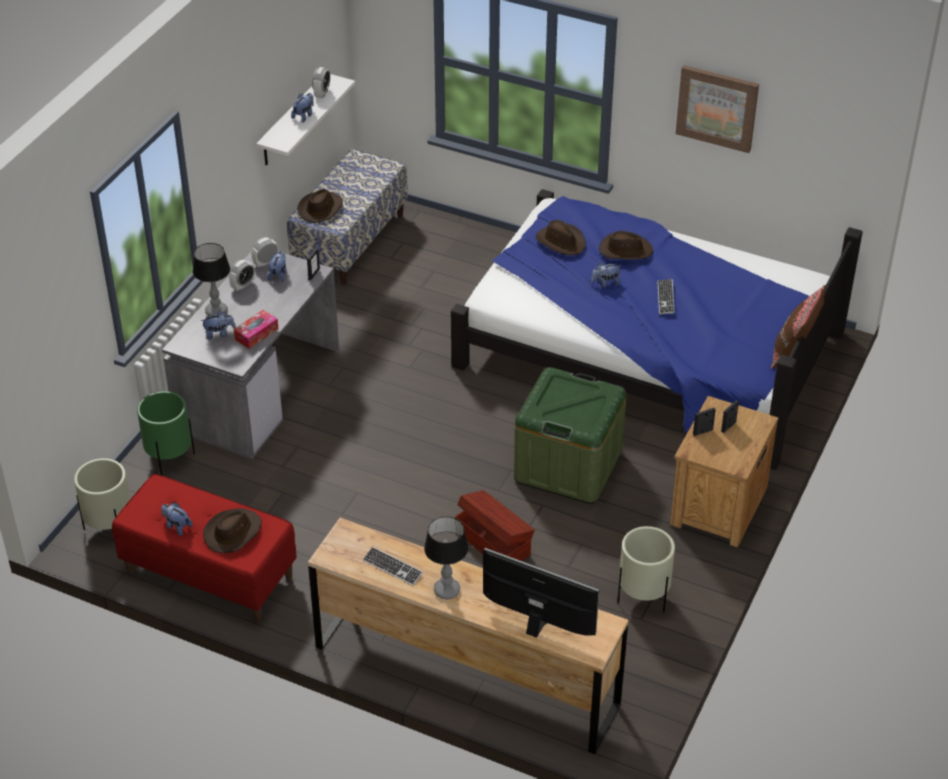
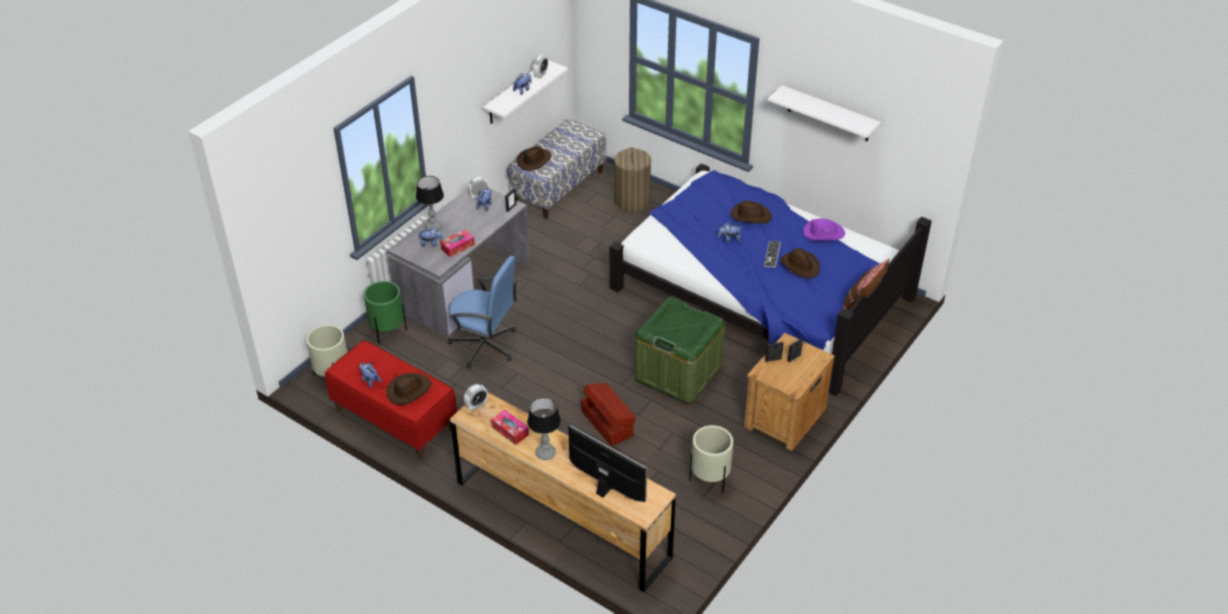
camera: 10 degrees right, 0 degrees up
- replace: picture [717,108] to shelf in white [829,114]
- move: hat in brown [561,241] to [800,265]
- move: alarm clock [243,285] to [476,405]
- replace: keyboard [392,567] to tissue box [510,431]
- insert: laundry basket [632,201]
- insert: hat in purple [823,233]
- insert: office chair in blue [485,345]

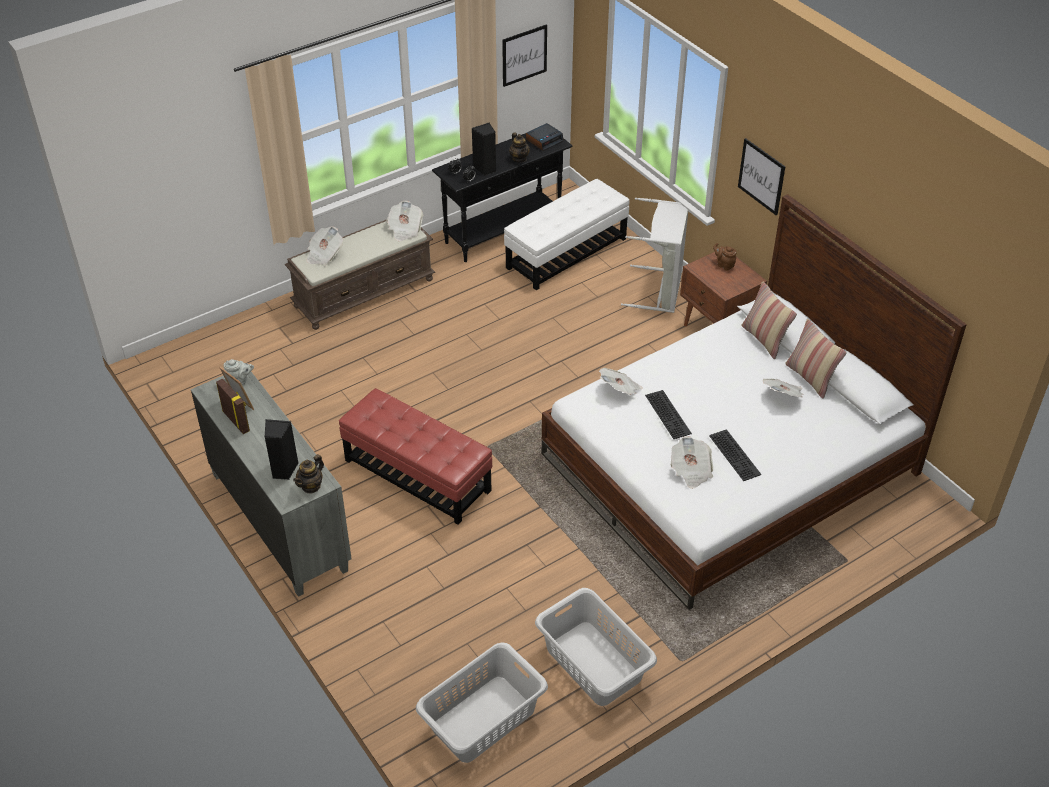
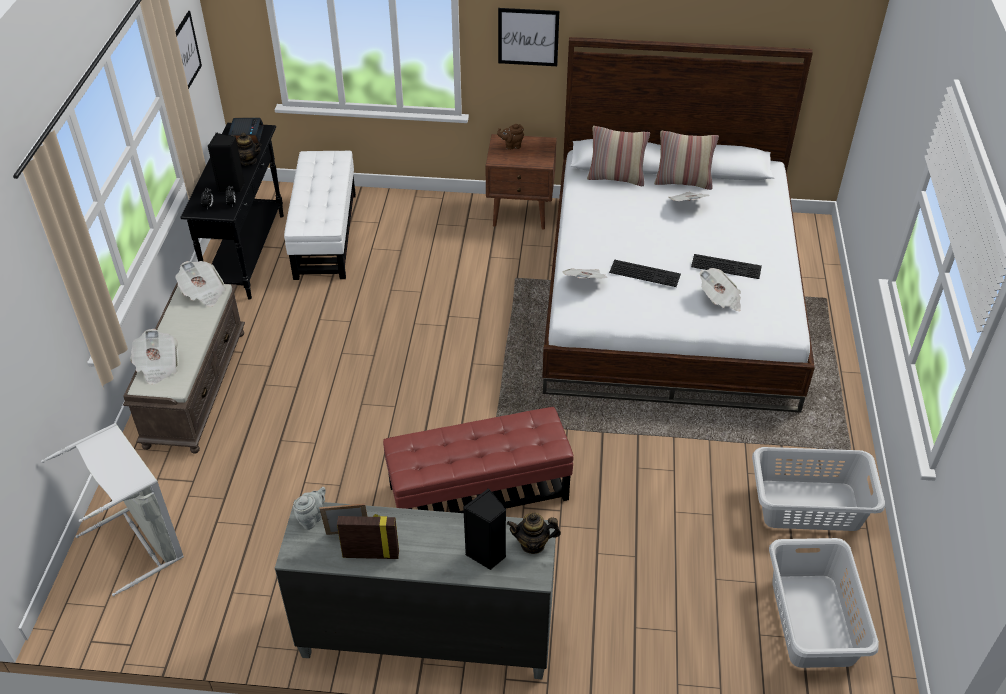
camera: 50 degrees left, 0 degrees up
- move: laundry basket in grey [660,290] to [141,541]
- rotate: teapot [311,486] = [533,544] 105 degrees clockwise

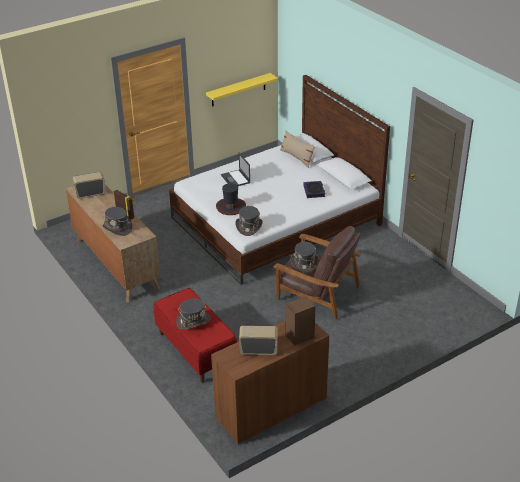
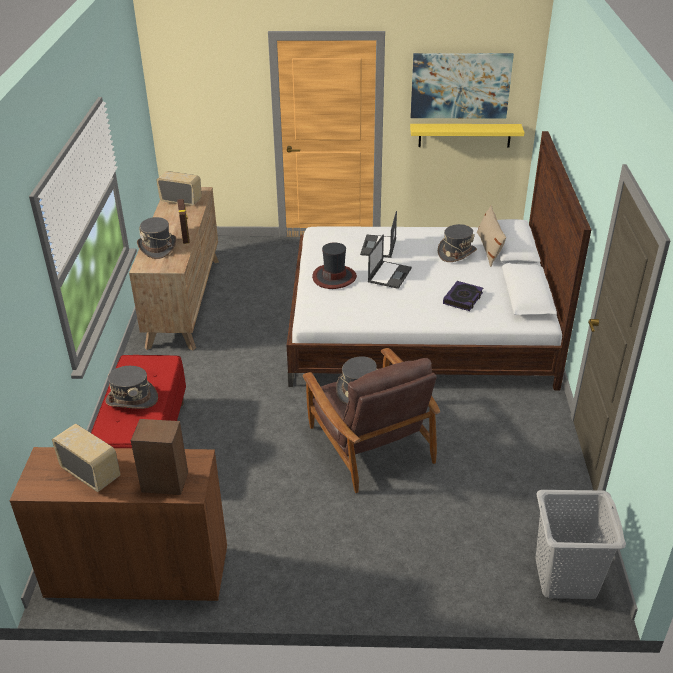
camera: 35 degrees right, 0 degrees up
- move: hat in grey [249,227] to [456,253]
- insert: picture [460,85]
- insert: laptop [389,274]
- insert: laundry basket in grey [566,577]

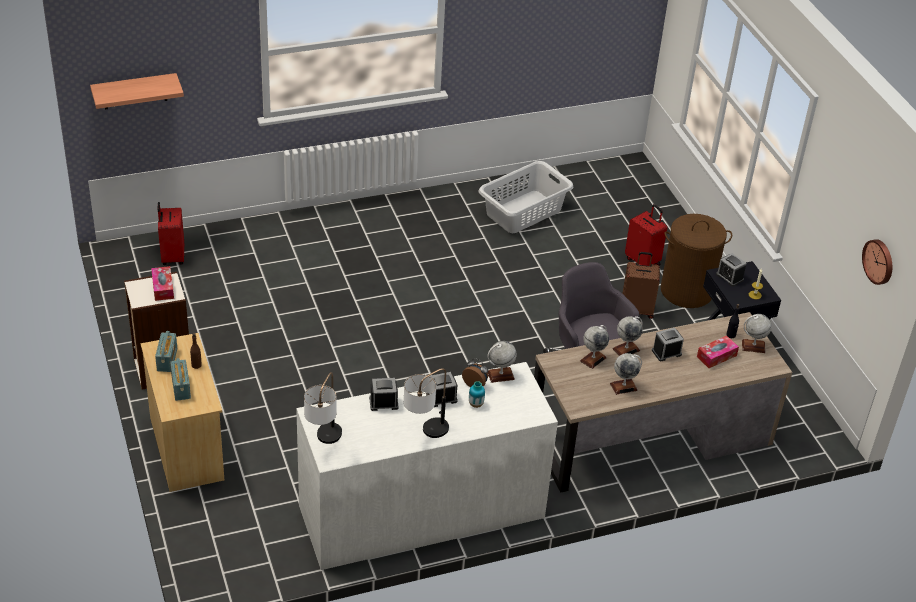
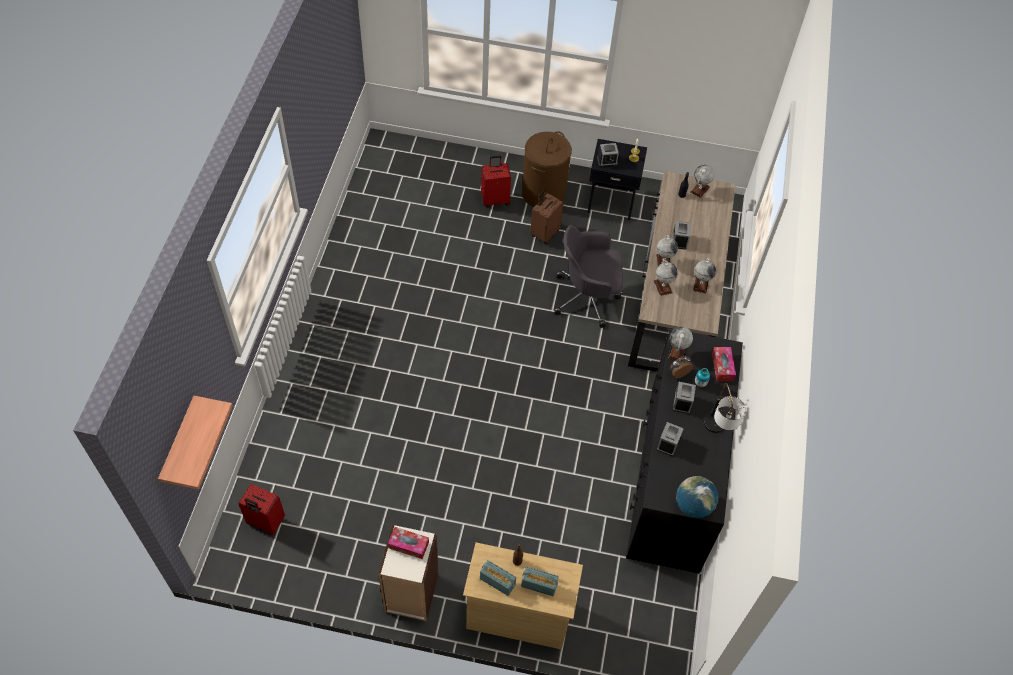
camera: 60 degrees left, 15 degrees up
- delete: laundry basket in grey [524,212]
- delete: wall clock [879,261]
- move: tissue box [716,356] to [722,366]
- recolor: dresser in white [421,511] to dresser in black [674,477]
- replace: table lamp [324,443] to globe [693,505]

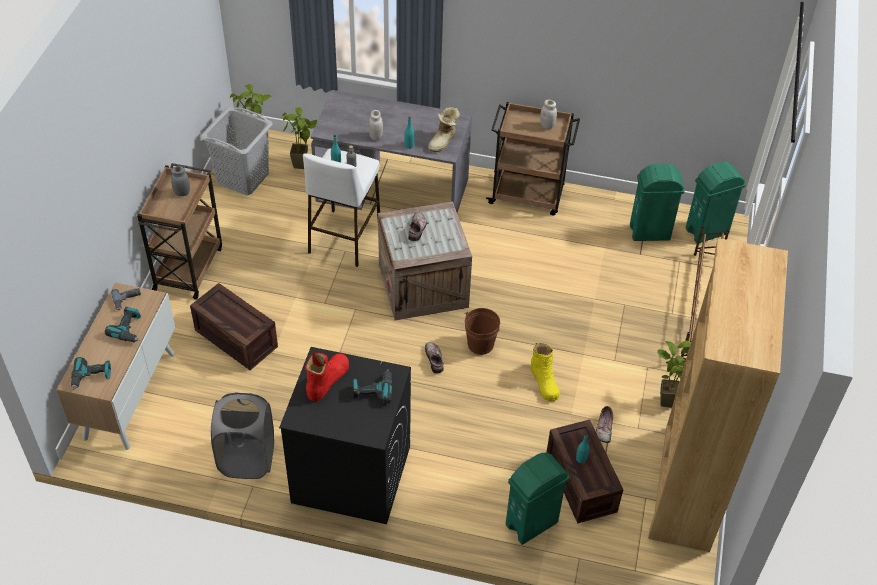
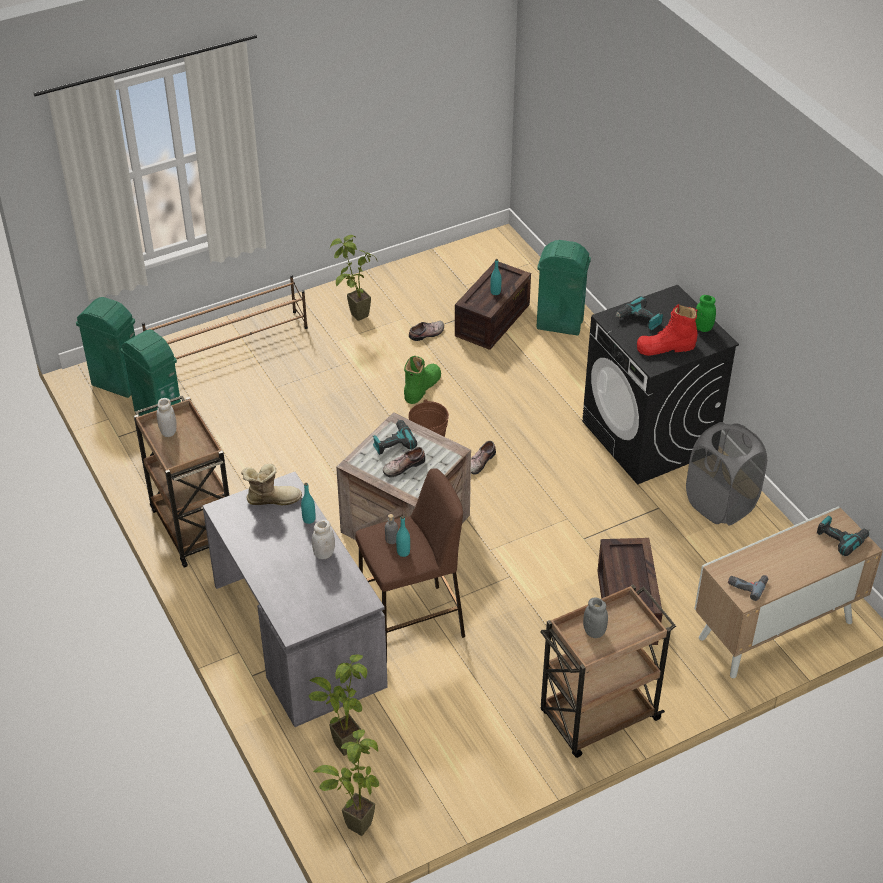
camera: 130 degrees left, 5 degrees down
- delete: laundry basket in grey [242,178]
- recolor: stool in white [344,238] to stool in brown [412,623]
- delete: bookcase in brown [685,487]
- move: power drill [129,329] to [392,442]
- recolor: boot in yellow [544,382] to boot in green [422,387]
- insert: jar in green [703,328]

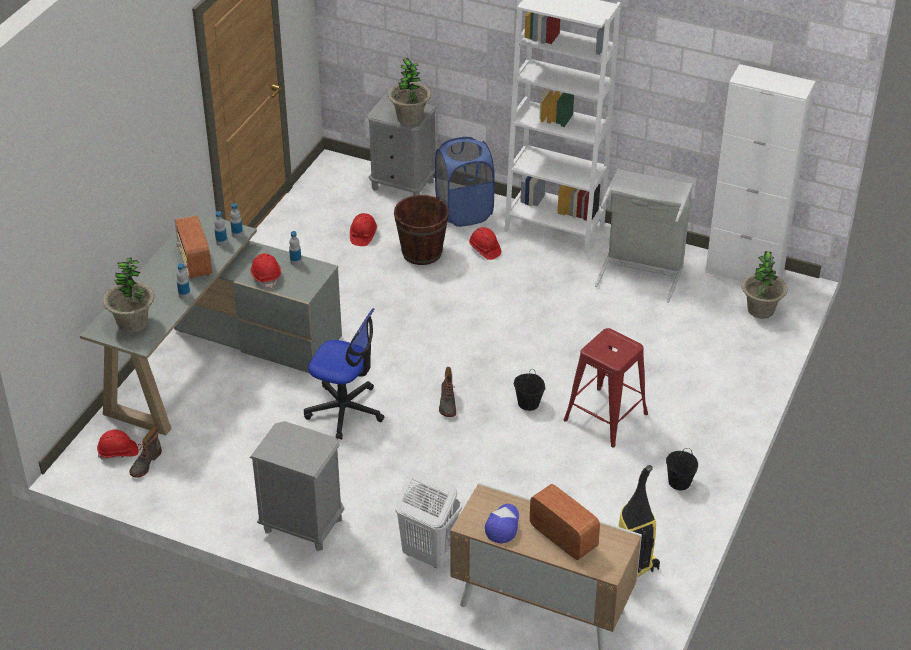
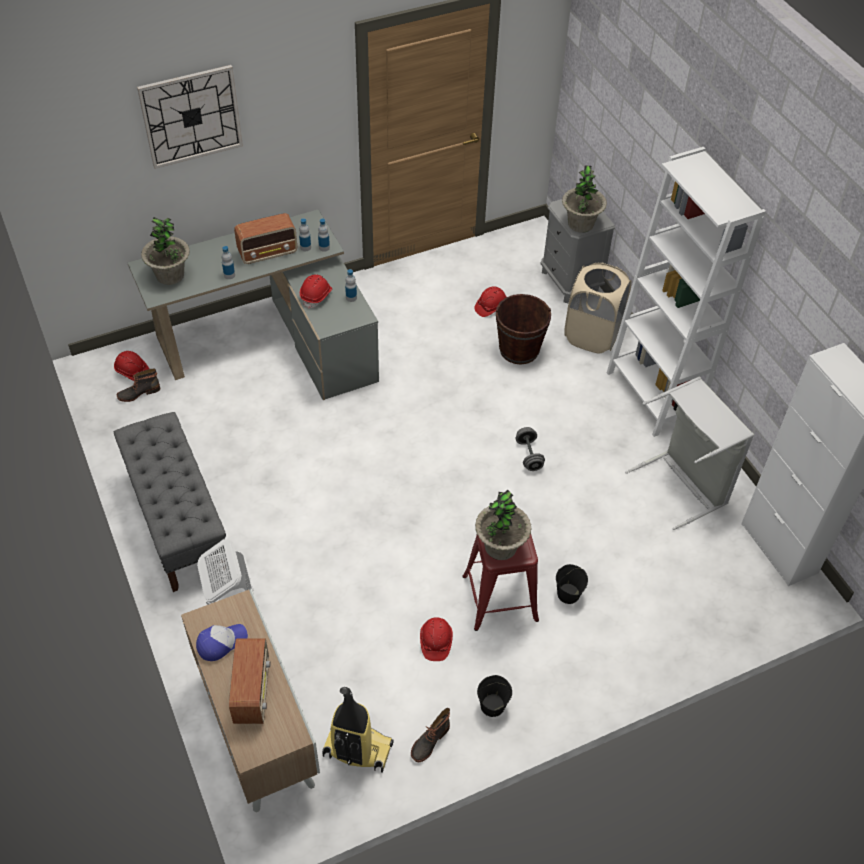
camera: 40 degrees right, 10 degrees up
- recolor: laundry basket in blue [464,212] to laundry basket in beige [592,335]
- rotate: radio [195,262] = [268,252] 135 degrees counterclockwise
- move: hard hat in red [484,249] to [435,642]
- move: potted plant [760,310] to [500,546]
- delete: office chair [345,410]
- move: boot [447,404] to [429,741]
- move: bucket in black [529,403] to [568,594]
- replace: nightstand in grey [302,525] to bench in grey [177,520]
- insert: wall clock [191,116]
- insert: dumbbell in grey [529,455]

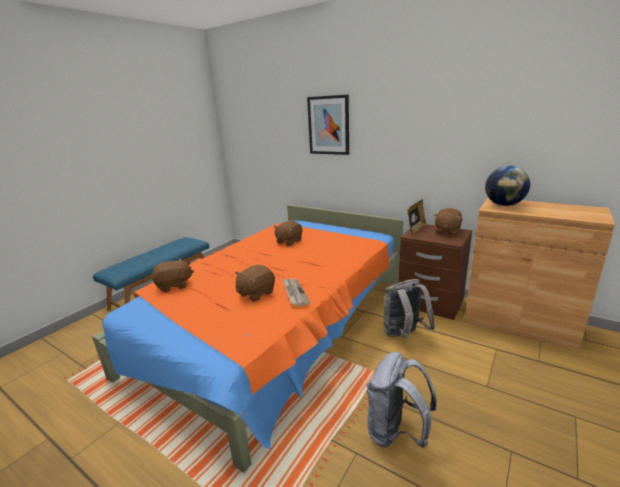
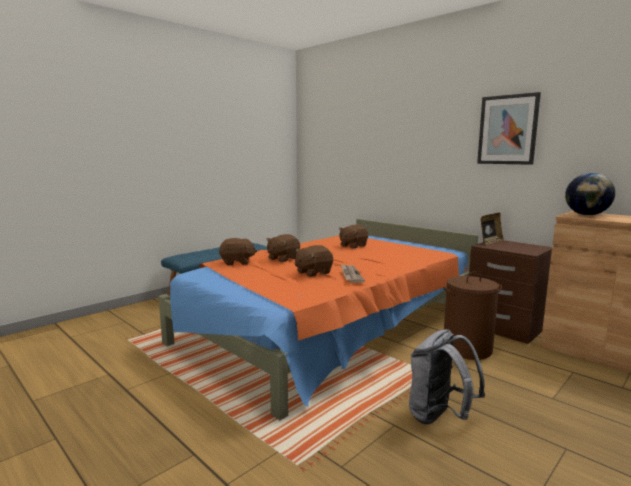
camera: 10 degrees right, 10 degrees down
- move: picture [328,125] to [507,130]
- move: plush toy in brown [447,231] to [283,258]
- replace: backpack in grey [404,335] to laundry basket in brown [466,349]

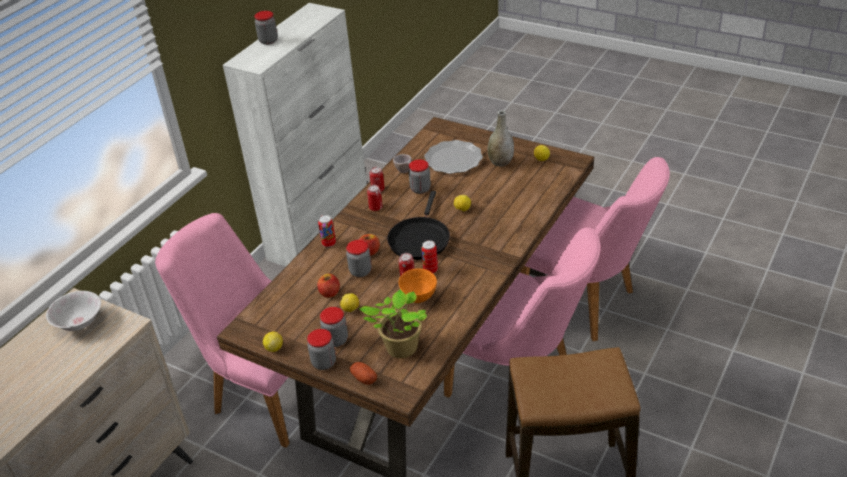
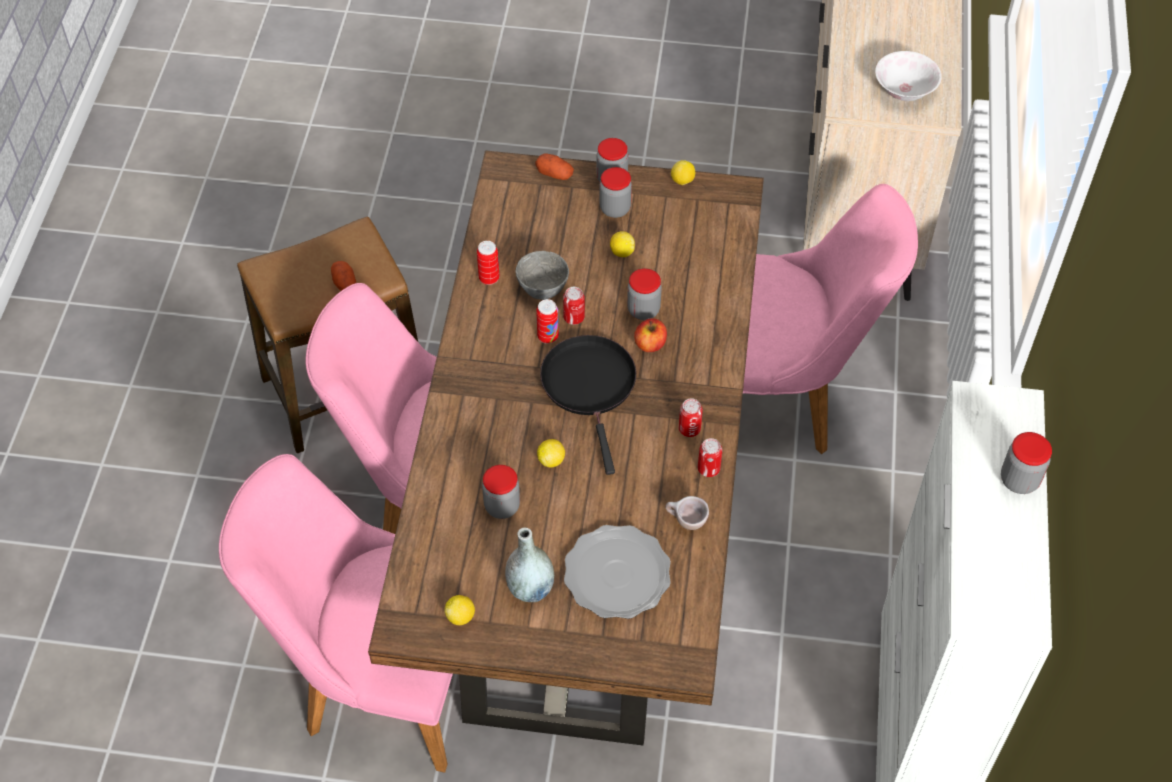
camera: 155 degrees right, 15 degrees up
- move: jar [420,189] to [502,506]
- move: can [329,244] to [489,278]
- recolor: bowl in orange [419,297] to bowl in grey [542,291]
- delete: apple [329,293]
- delete: potted plant [399,348]
- insert: potato [344,282]

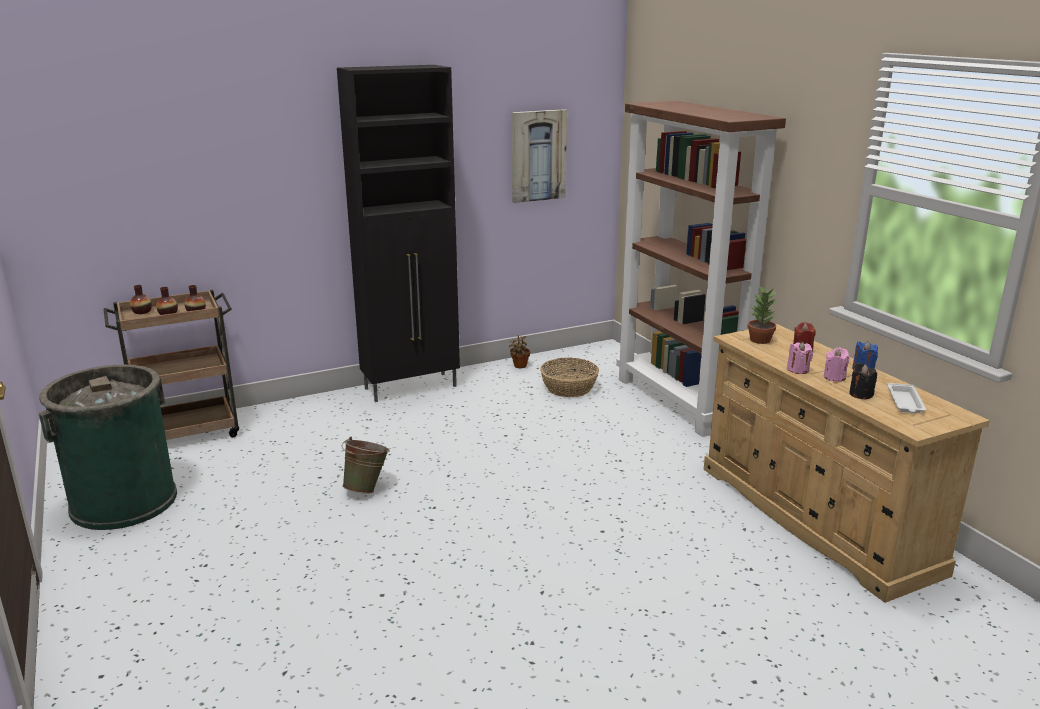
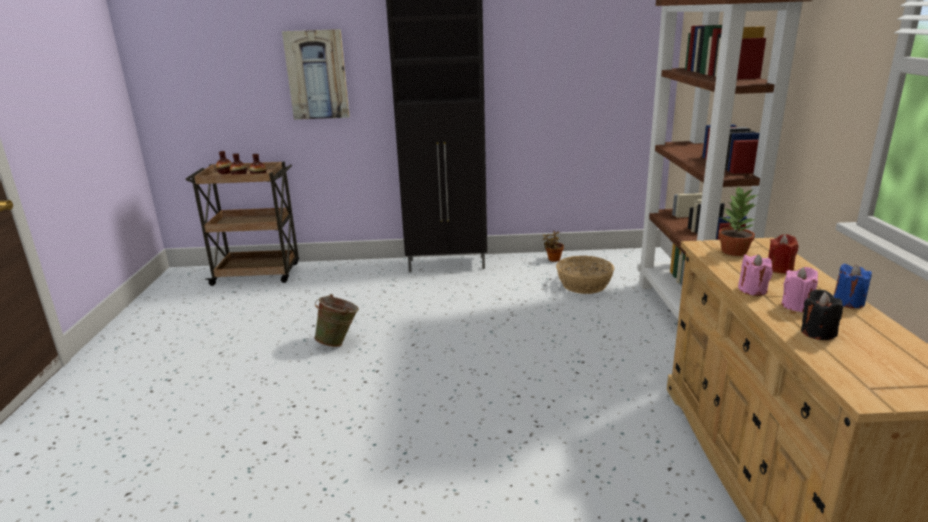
camera: 25 degrees right, 0 degrees up
- move: picture [538,156] to [317,75]
- delete: trash can in green [124,501]
- delete: tray in white [905,402]

